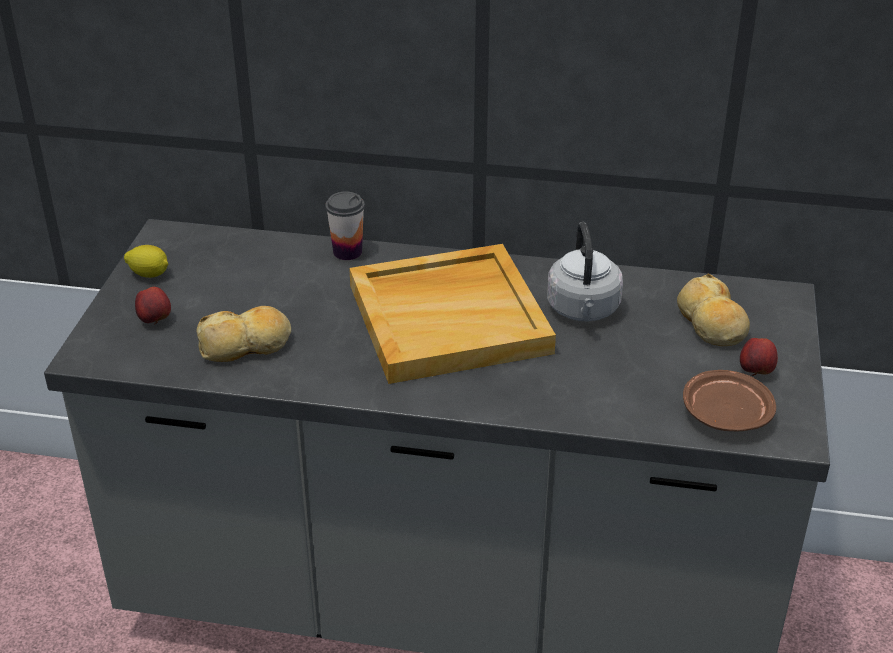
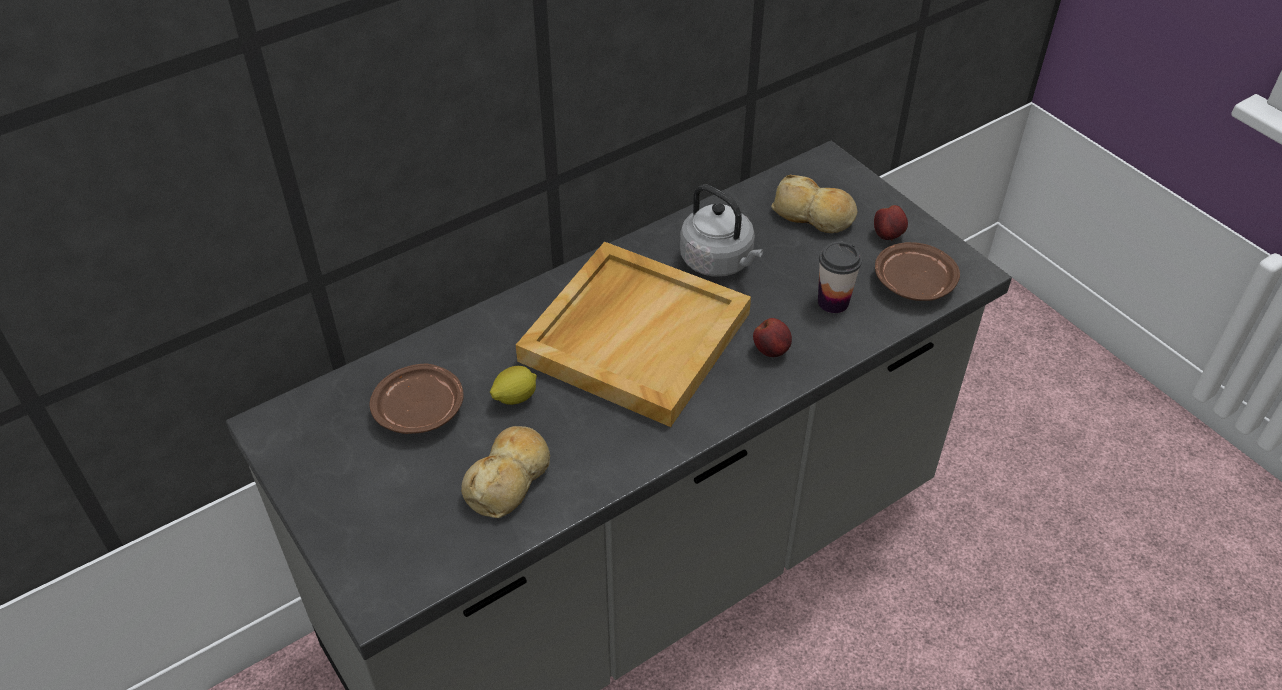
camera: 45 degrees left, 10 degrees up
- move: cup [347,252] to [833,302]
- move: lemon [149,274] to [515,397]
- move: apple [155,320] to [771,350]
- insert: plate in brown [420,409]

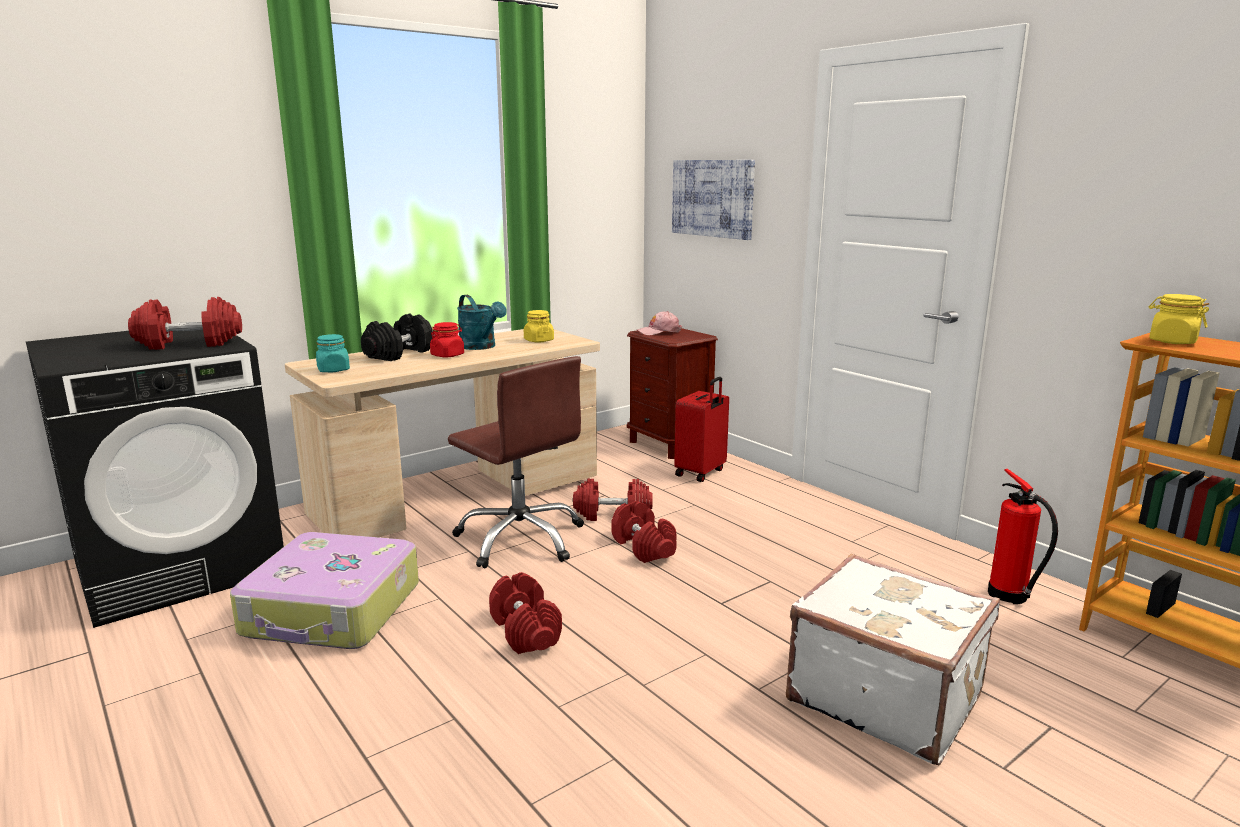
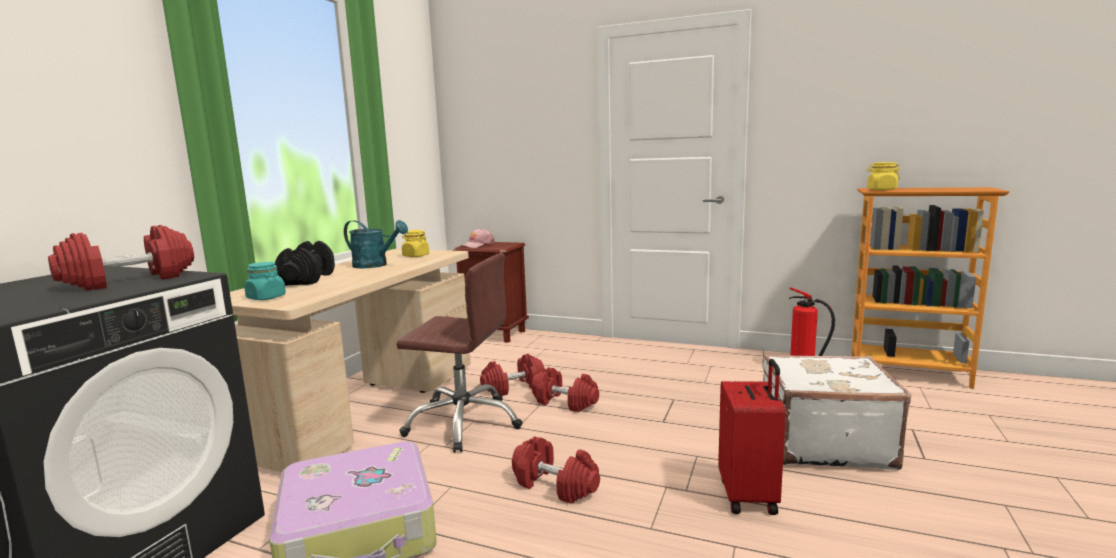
camera: 30 degrees left, 5 degrees down
- delete: picture [712,198]
- delete: jar in red [447,355]
- move: suitcase in red [701,473] to [749,496]

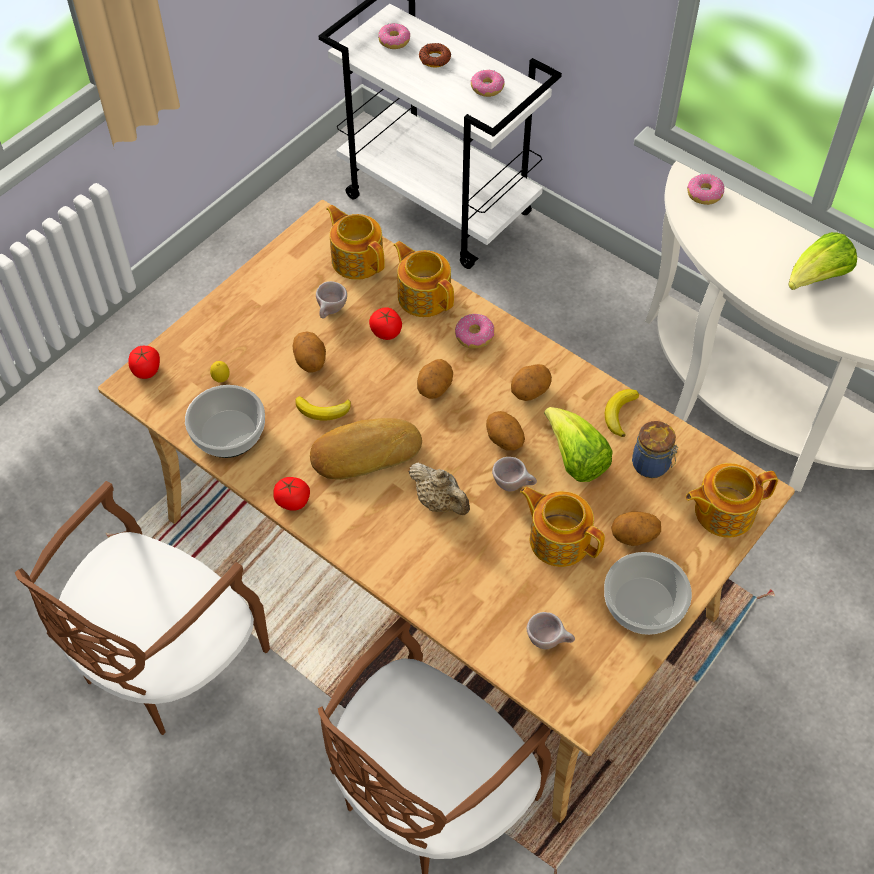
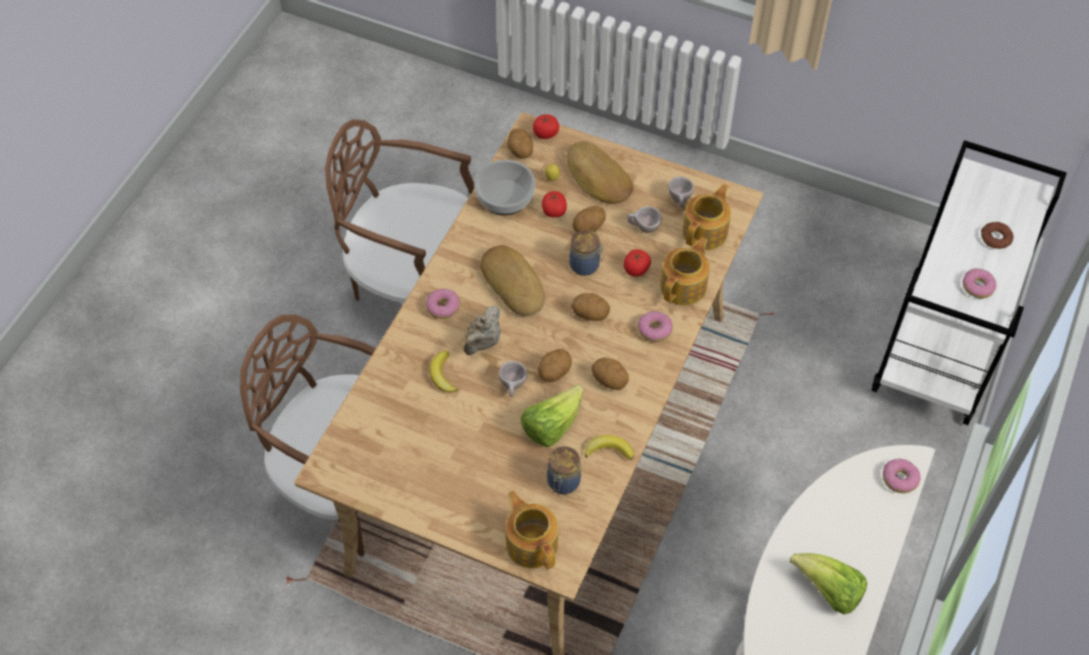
camera: 75 degrees right, 0 degrees up
- move: donut [394,41] to [443,307]
- move: banana [323,410] to [442,375]
- move: tomato [292,501] to [554,211]
- delete: teapot [558,539]
- move: potato [634,537] to [520,152]
- delete: bowl [643,605]
- move: cup in beige [549,641] to [680,201]
- insert: bread [597,178]
- insert: jar [586,265]

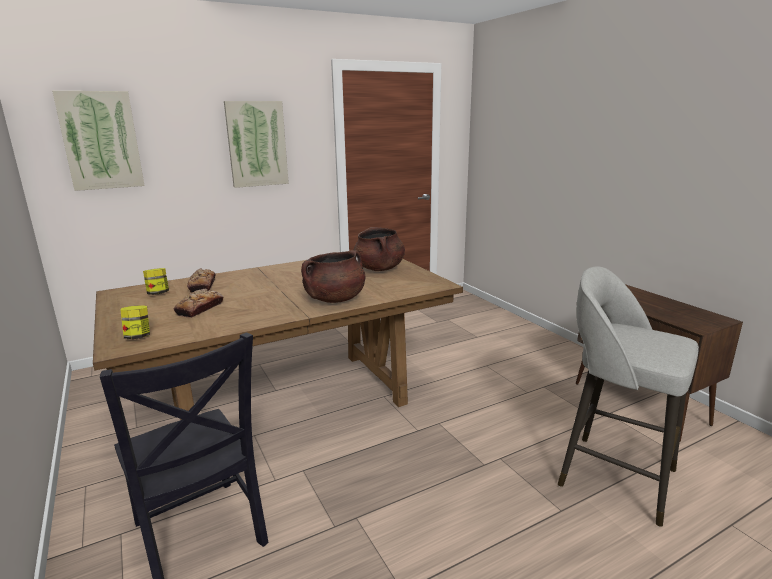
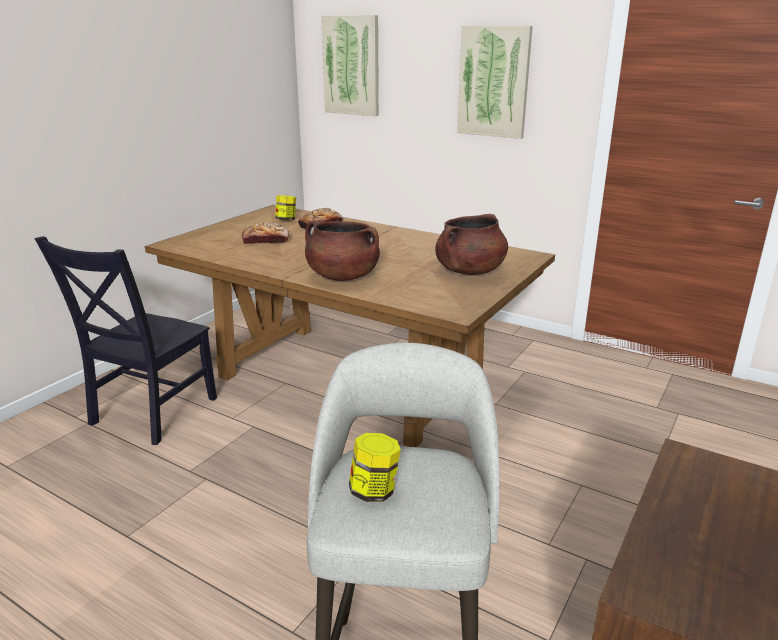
camera: 60 degrees right, 5 degrees up
- move: jar [138,337] to [374,491]

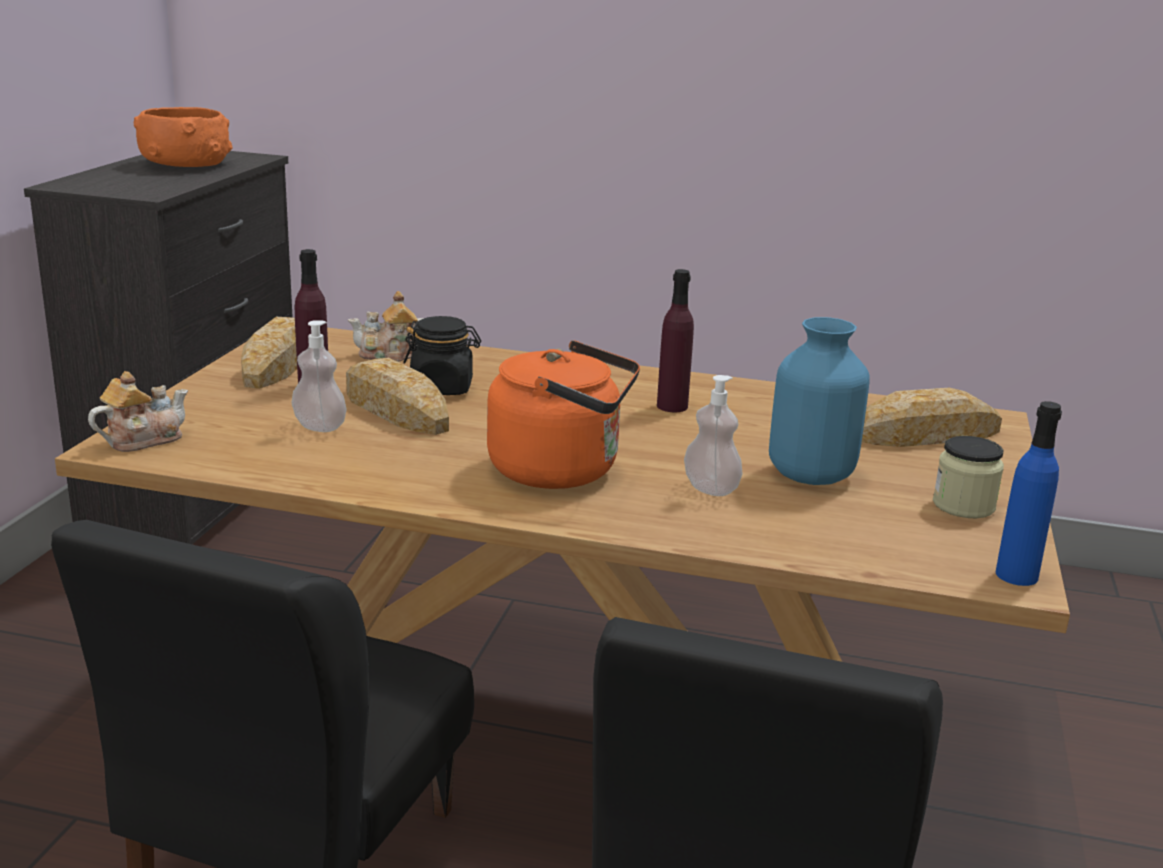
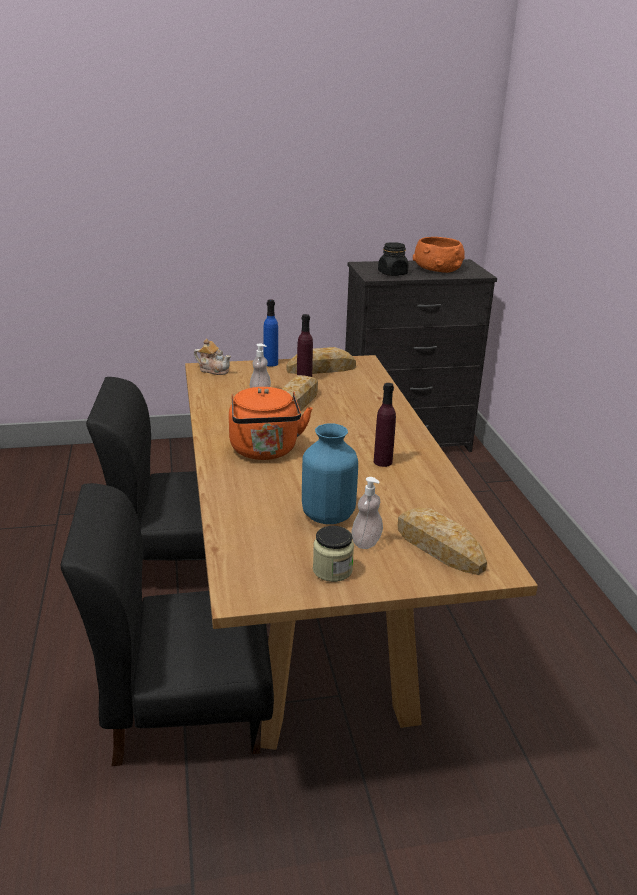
camera: 65 degrees right, 5 degrees up
- delete: teapot [390,355]
- move: jar in black [442,388] to [392,273]
- move: soap dispenser [710,489] to [366,542]
- move: bottle in blue [1016,575] to [270,363]

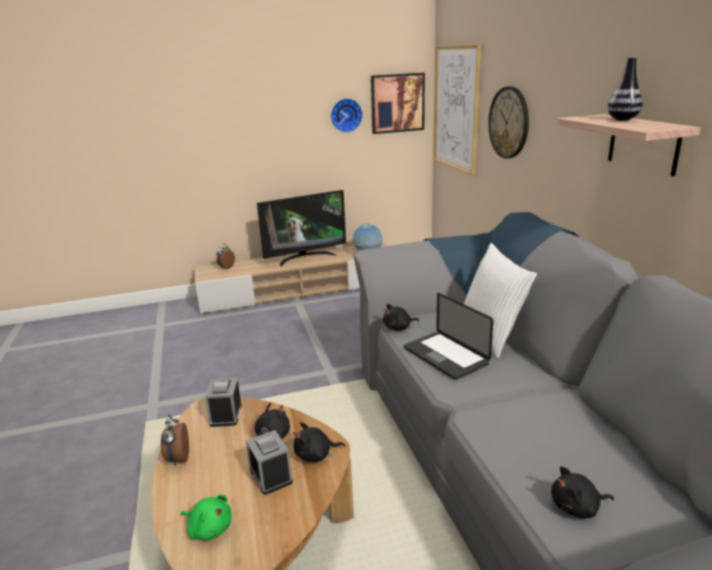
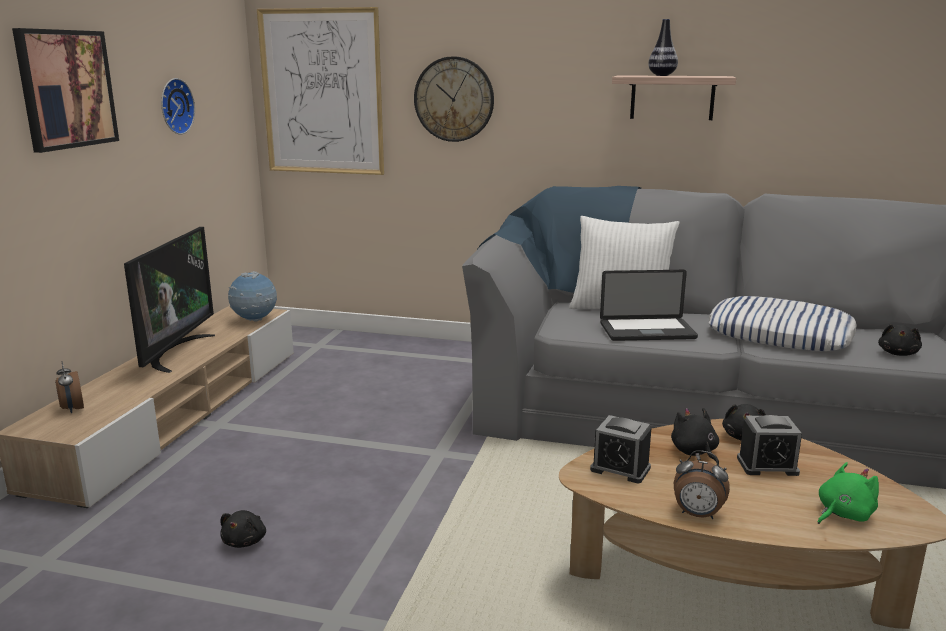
camera: 60 degrees left, 5 degrees down
- move: picture [397,103] to [66,89]
- move: plush toy in black [398,328] to [245,541]
- insert: pillow [780,334]

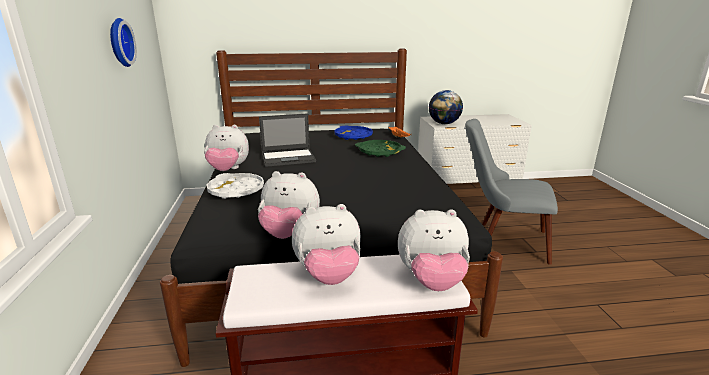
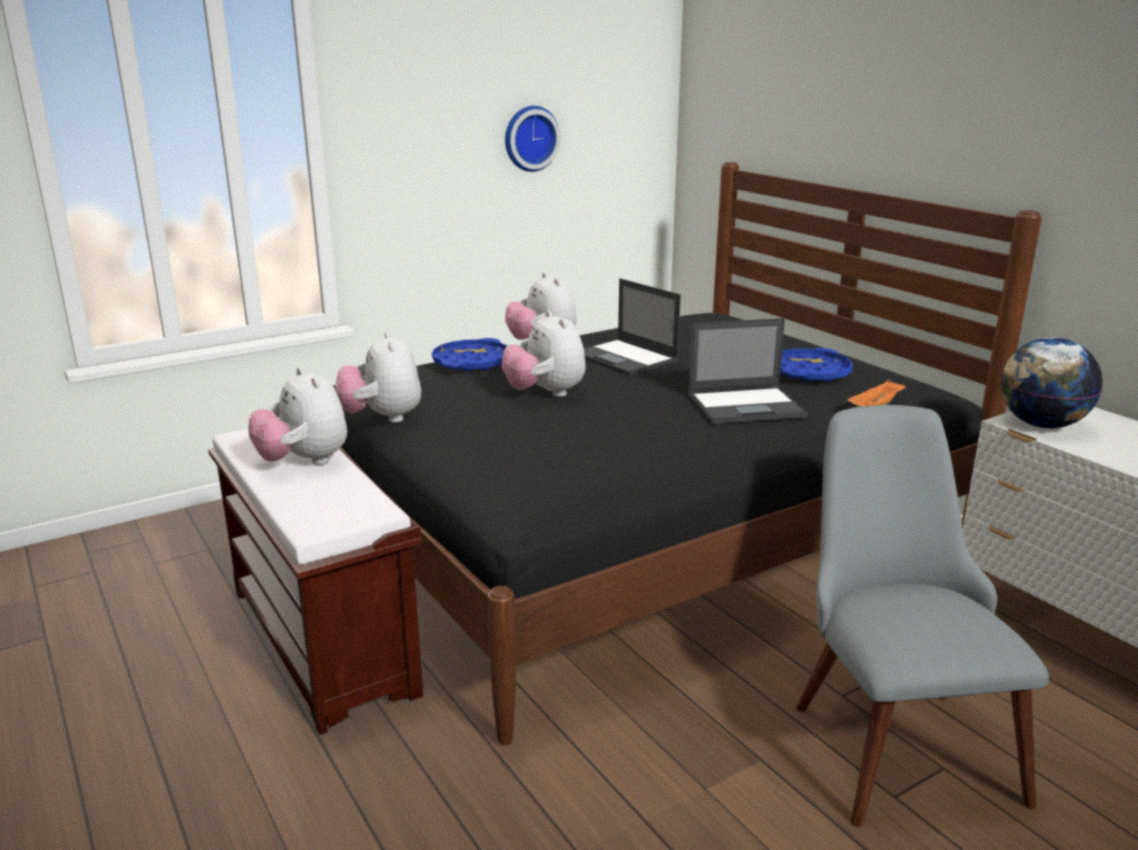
camera: 65 degrees right, 0 degrees up
- replace: tray in green [380,152] to laptop [747,405]
- recolor: tray in white [236,190] to tray in blue [471,362]
- move: plush toy [432,281] to [545,393]

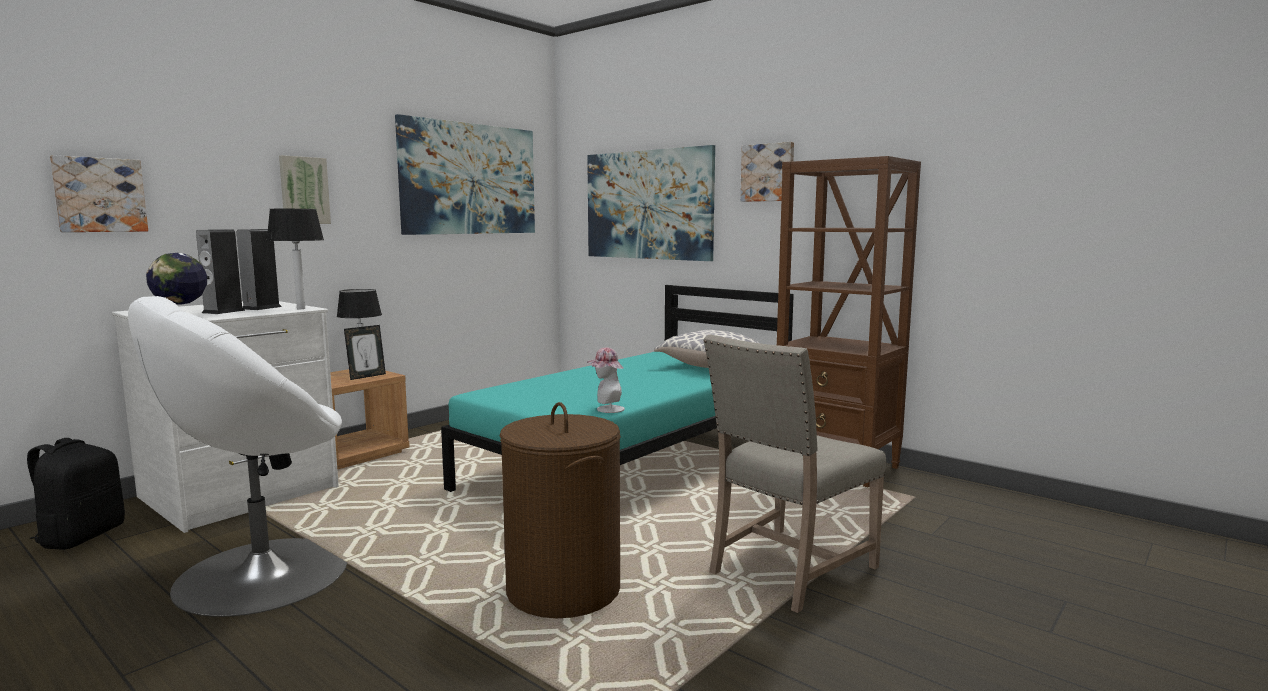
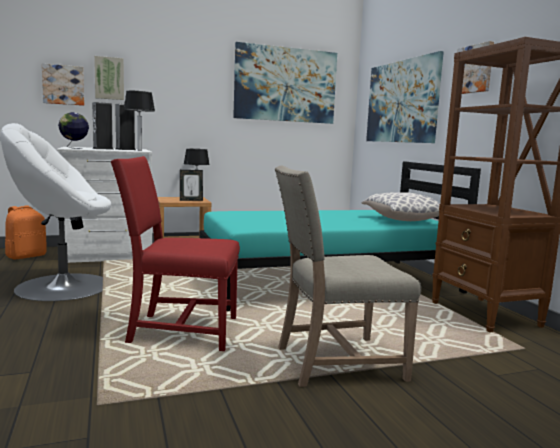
camera: 30 degrees right, 0 degrees up
- move: picture [304,190] to [109,78]
- delete: hat [606,409]
- replace: laundry basket in brown [562,590] to chair in red [180,331]
- recolor: backpack in black [81,537] to backpack in orange [26,256]

